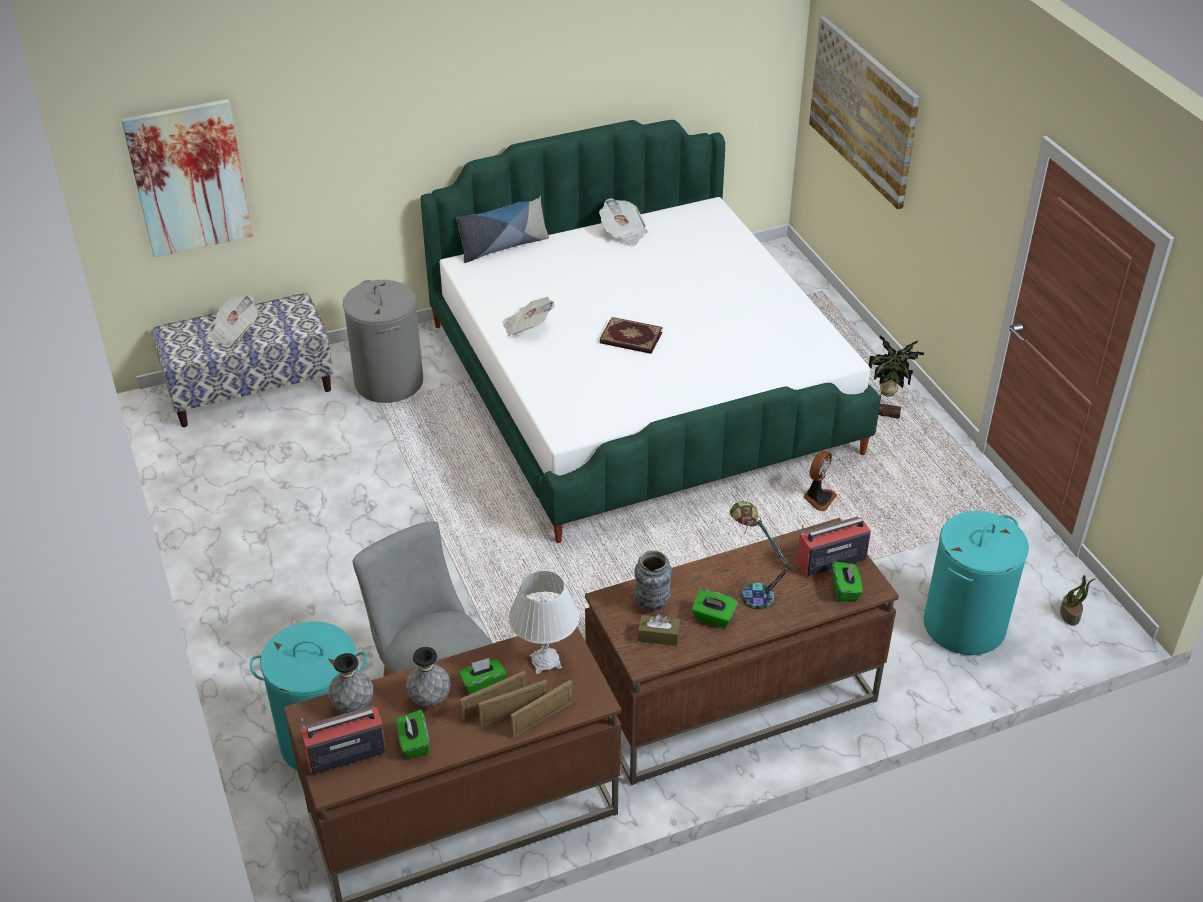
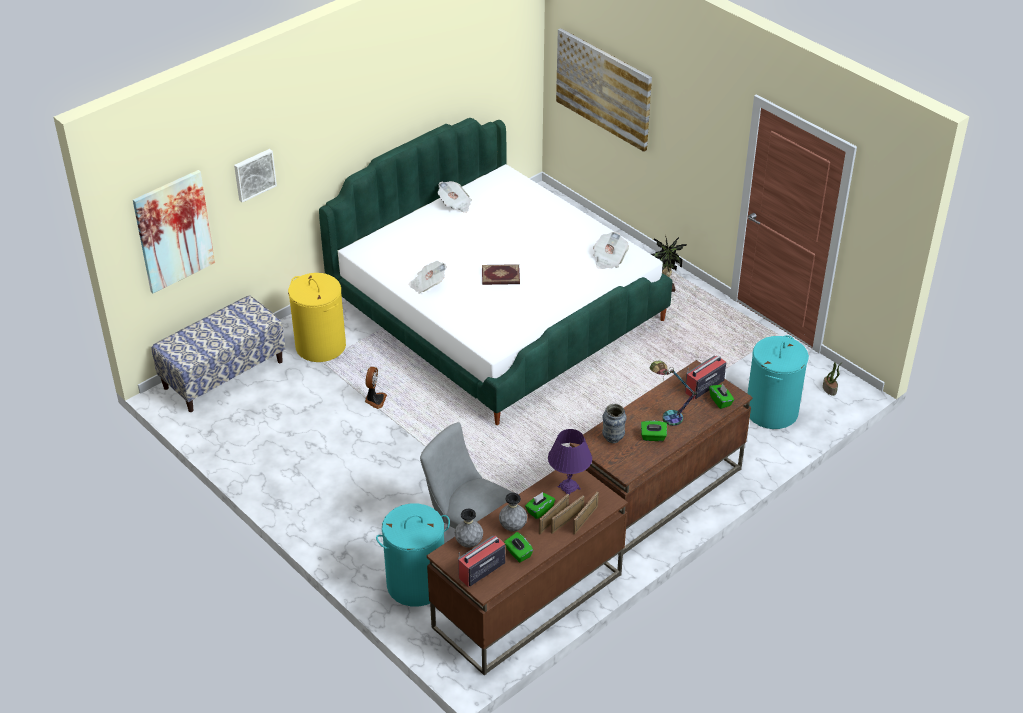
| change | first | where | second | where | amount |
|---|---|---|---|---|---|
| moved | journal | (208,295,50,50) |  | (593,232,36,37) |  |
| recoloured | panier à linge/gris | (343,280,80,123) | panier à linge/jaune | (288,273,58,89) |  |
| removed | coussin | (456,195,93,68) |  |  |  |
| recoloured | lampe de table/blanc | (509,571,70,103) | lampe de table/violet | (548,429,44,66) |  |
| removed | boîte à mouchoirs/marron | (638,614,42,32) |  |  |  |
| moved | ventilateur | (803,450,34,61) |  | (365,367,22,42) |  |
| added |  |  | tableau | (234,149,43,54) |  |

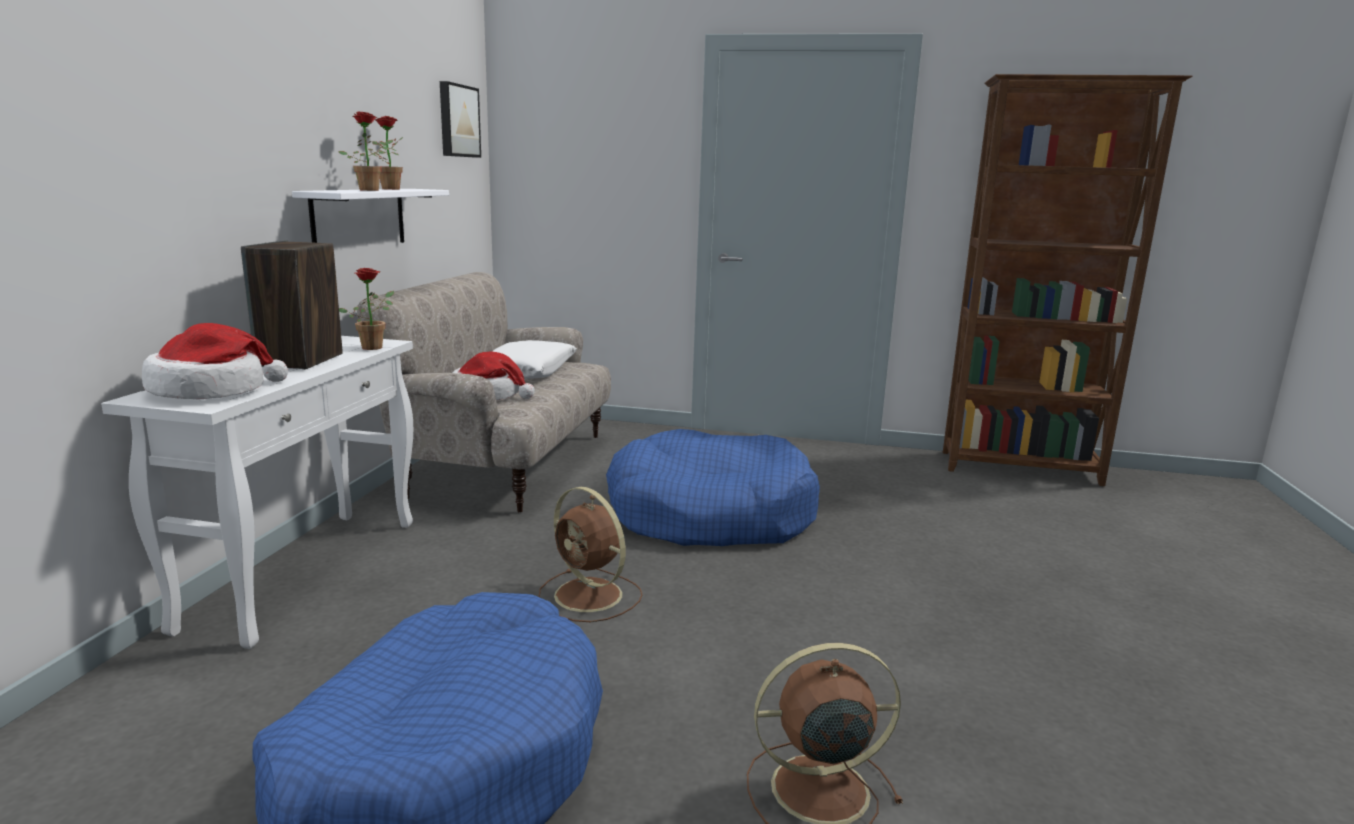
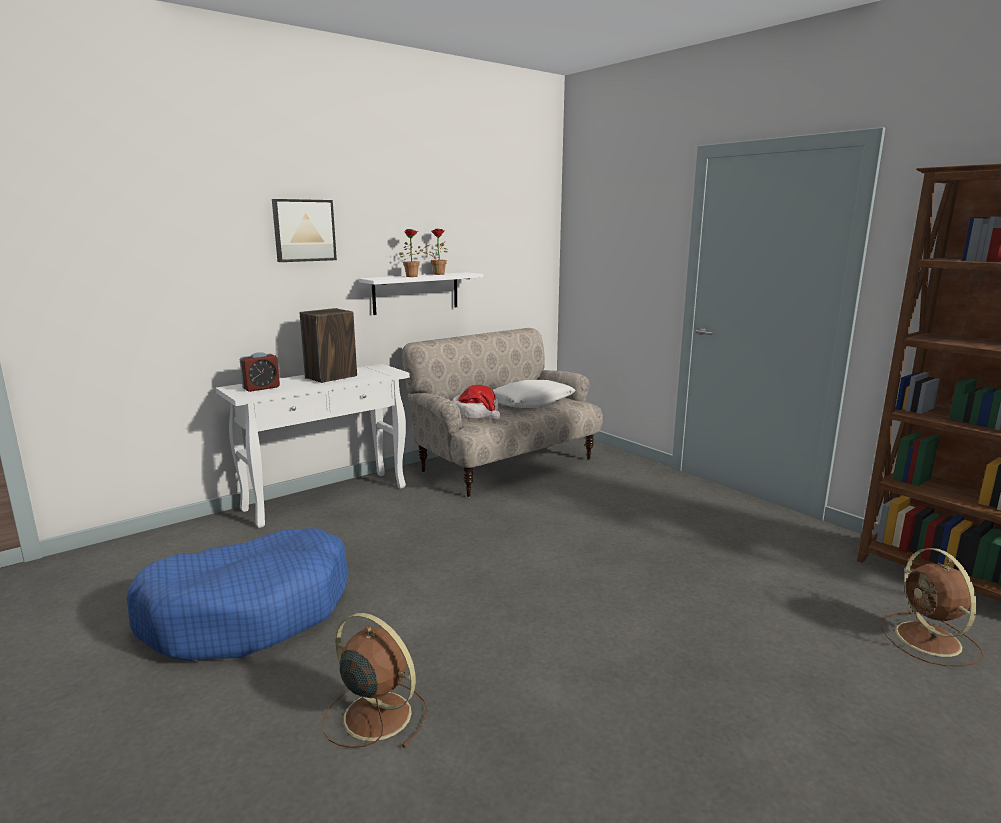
| change | first | where | second | where | amount |
|---|---|---|---|---|---|
| replaced | chapeau | (142,323,146,76) | réveil | (240,352,40,40) |  |
| removed | plante en pot | (339,268,55,82) |  |  |  |
| moved | tableau | (440,81,41,77) |  | (272,199,65,63) |  |
| moved | ventilateur/marron | (539,487,103,135) |  | (881,548,103,119) |  |
| removed | panier pour chien/bleu | (606,429,214,117) |  |  |  |

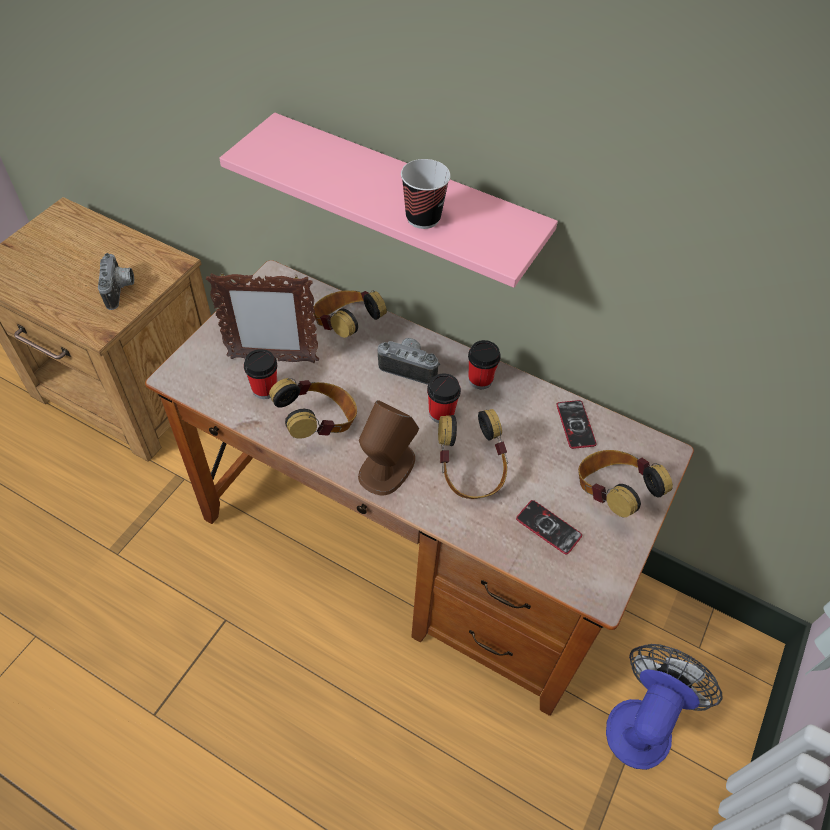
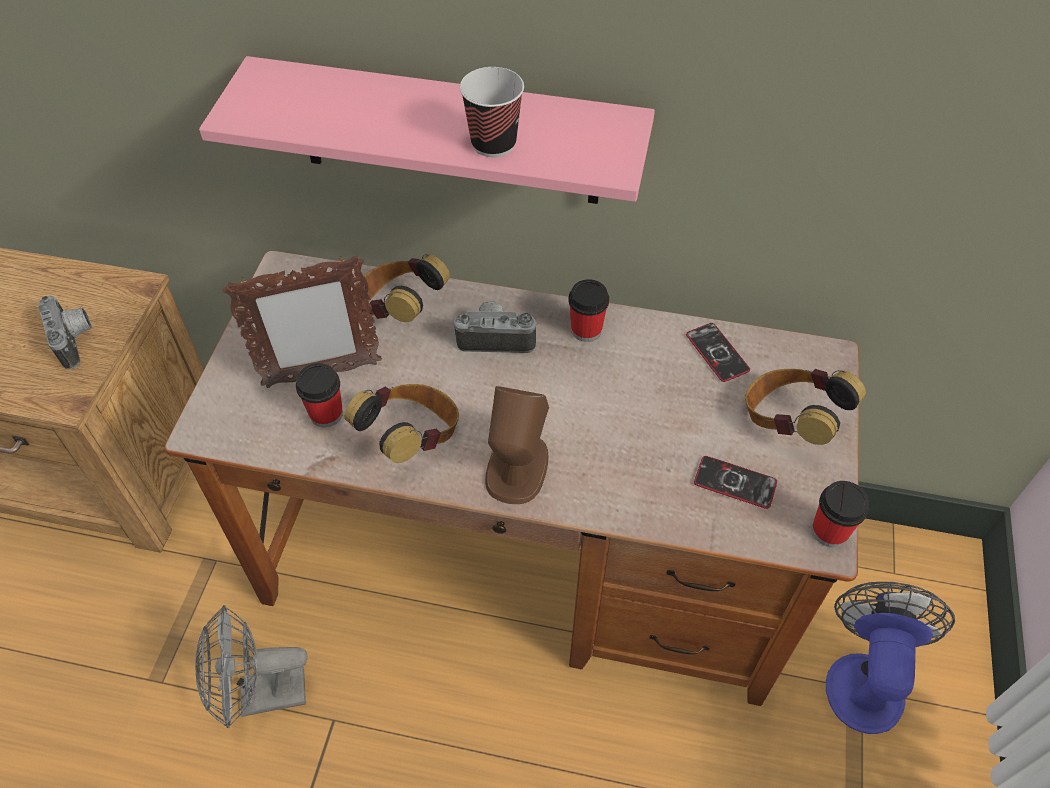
| change | first | where | second | where | amount |
|---|---|---|---|---|---|
| moved | tasse | (427,374,34,49) |  | (812,481,57,66) |  |
| removed | casque audio | (438,409,70,90) |  |  |  |
| added |  |  | ventilateur/gris | (195,605,113,123) |  |

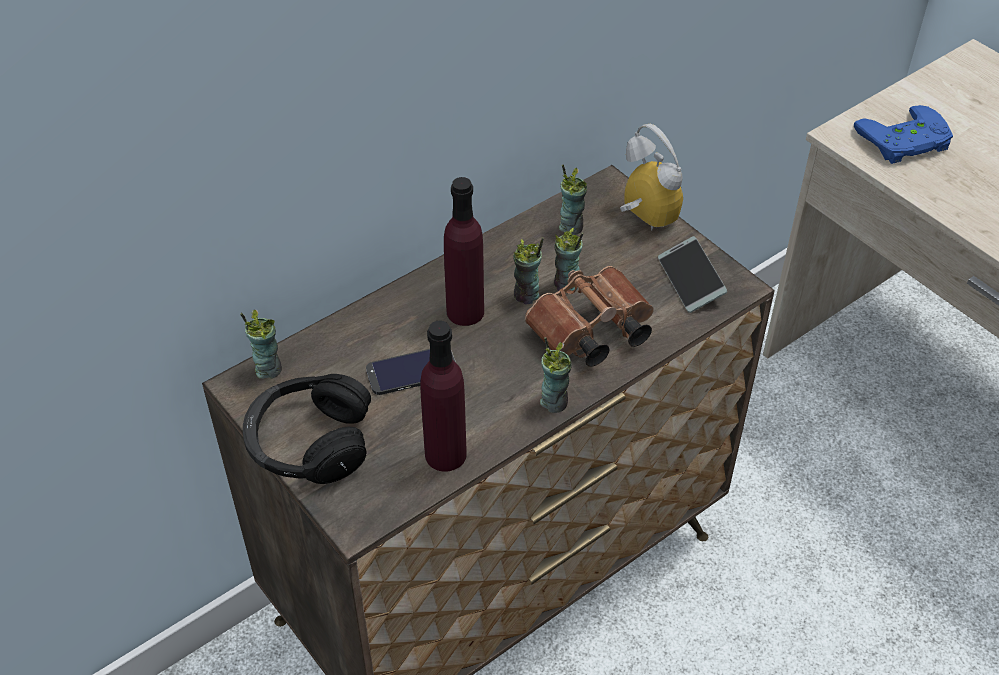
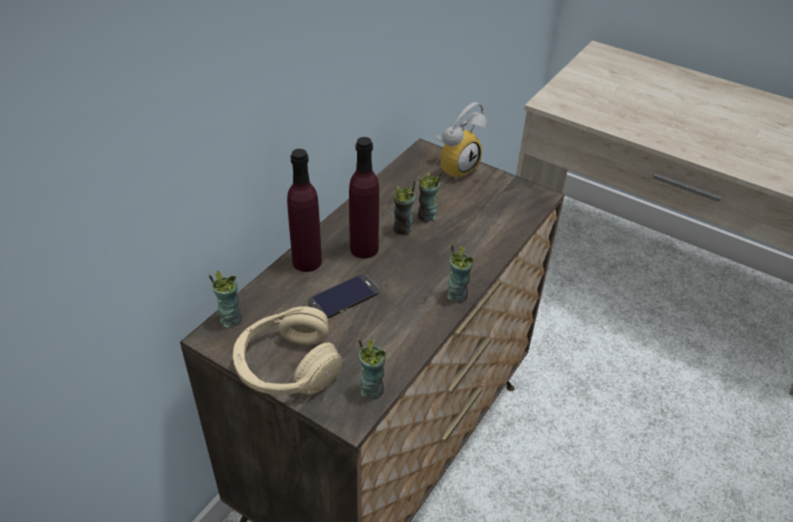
| change | first | where | second | where | amount |
|---|---|---|---|---|---|
| recoloured | casque audio/noir | (243,374,128,110) | casque audio/beige | (233,306,110,89) |  |
| moved | bouteille/violet | (420,320,47,152) |  | (287,149,35,123) |  |
| removed | jumelles/marron | (525,266,129,101) |  |  |  |
| moved | tasse | (559,164,28,71) |  | (358,339,28,61) |  |
| turned | réveil | (620,124,63,107) |  | (436,102,51,79) | 105 degrees clockwise |
| removed | téléphone | (658,236,69,77) |  |  |  |
| removed | manette/bleu | (854,105,99,59) |  |  |  |

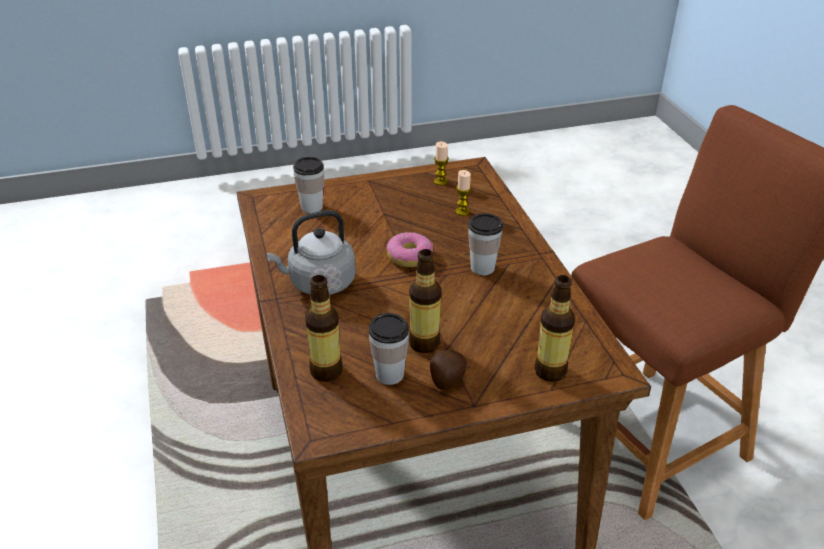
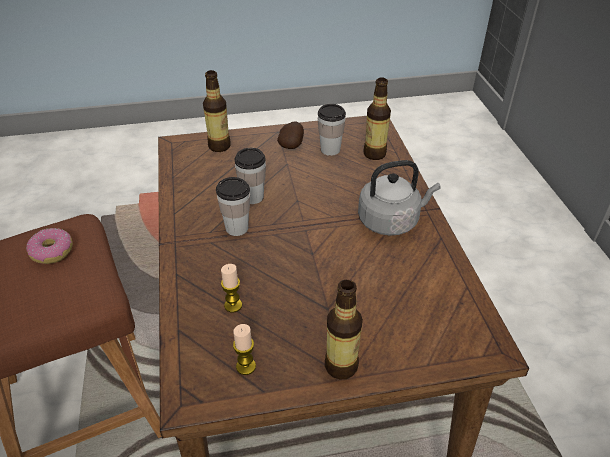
| change | first | where | second | where | amount |
|---|---|---|---|---|---|
| moved | tasse | (293,156,31,57) |  | (235,148,31,56) |  |
| moved | beignet | (387,232,46,35) |  | (26,228,47,36) |  |
| moved | bouteille | (409,249,32,104) |  | (325,280,38,99) |  |

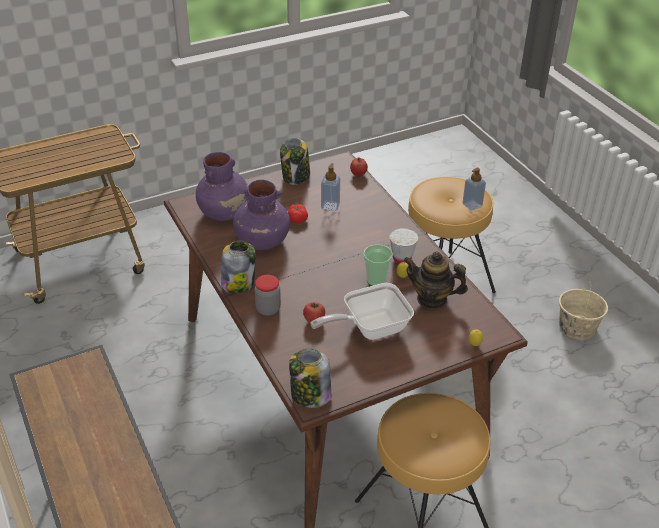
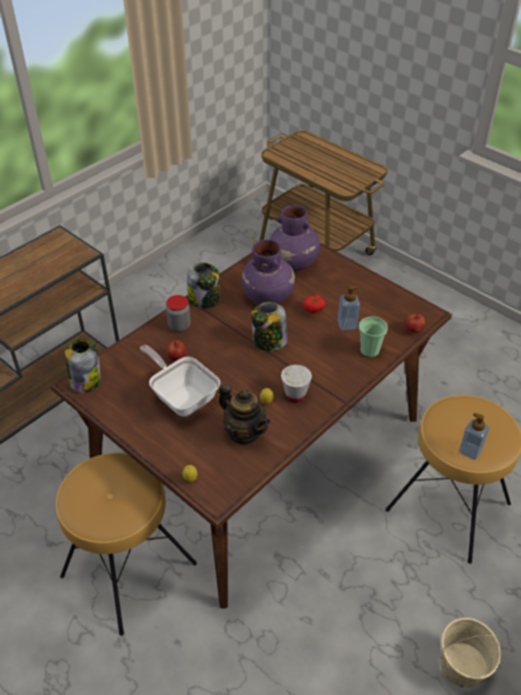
| change | first | where | second | where | amount |
|---|---|---|---|---|---|
| moved | bocal | (280,138,30,47) |  | (251,302,36,49) |  |
| moved | tasse | (363,244,30,42) |  | (359,316,29,41) |  |
| turned | théière | (404,251,64,58) |  | (219,383,52,61) | 135 degrees clockwise |

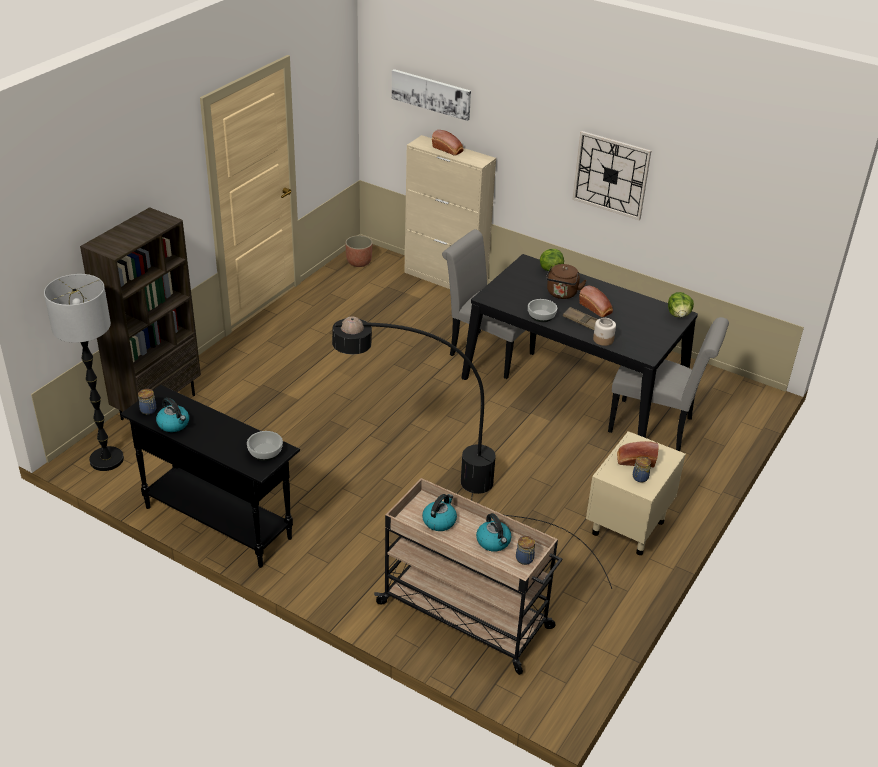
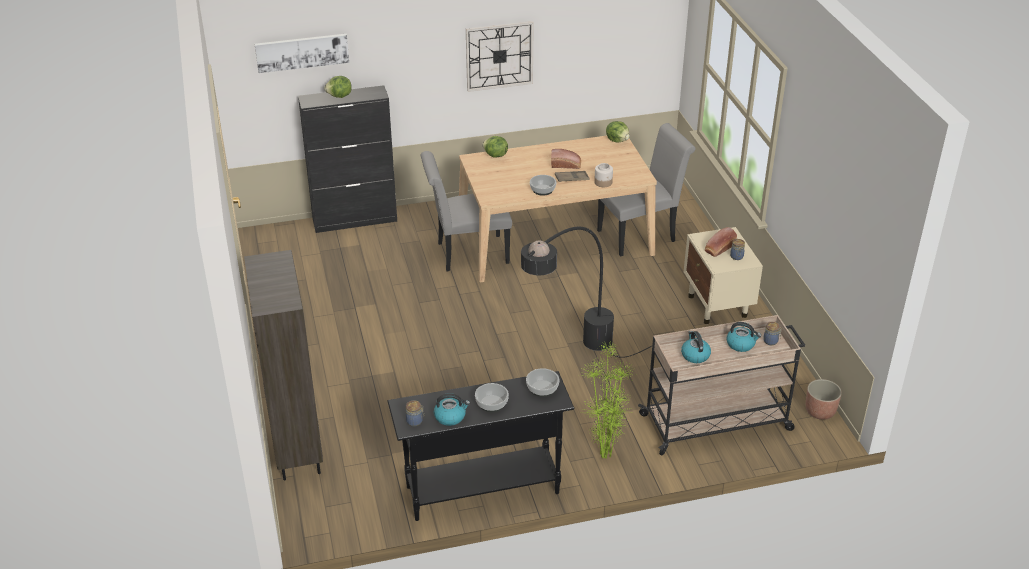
| change | first | where | second | where | amount |
|---|---|---|---|---|---|
| removed | lampadaire | (44,274,80,197) |  |  |  |
| moved | cache-pot | (345,235,28,32) |  | (806,379,36,41) |  |
| recoloured | meuble de rangement/beige | (404,135,92,154) | meuble de rangement/noir | (298,85,99,148) |  |
| replaced | pain | (432,130,32,26) | laitue | (324,76,28,22) |  |
| recoloured | table à manger/noir | (461,254,237,184) | table à manger/beige | (459,136,198,146) |  |
| removed | bouilloire/marron | (546,264,41,35) |  |  |  |
| added |  |  | bol | (475,383,34,29) |  |
| added |  |  | plante en pot | (579,342,56,117) |  |

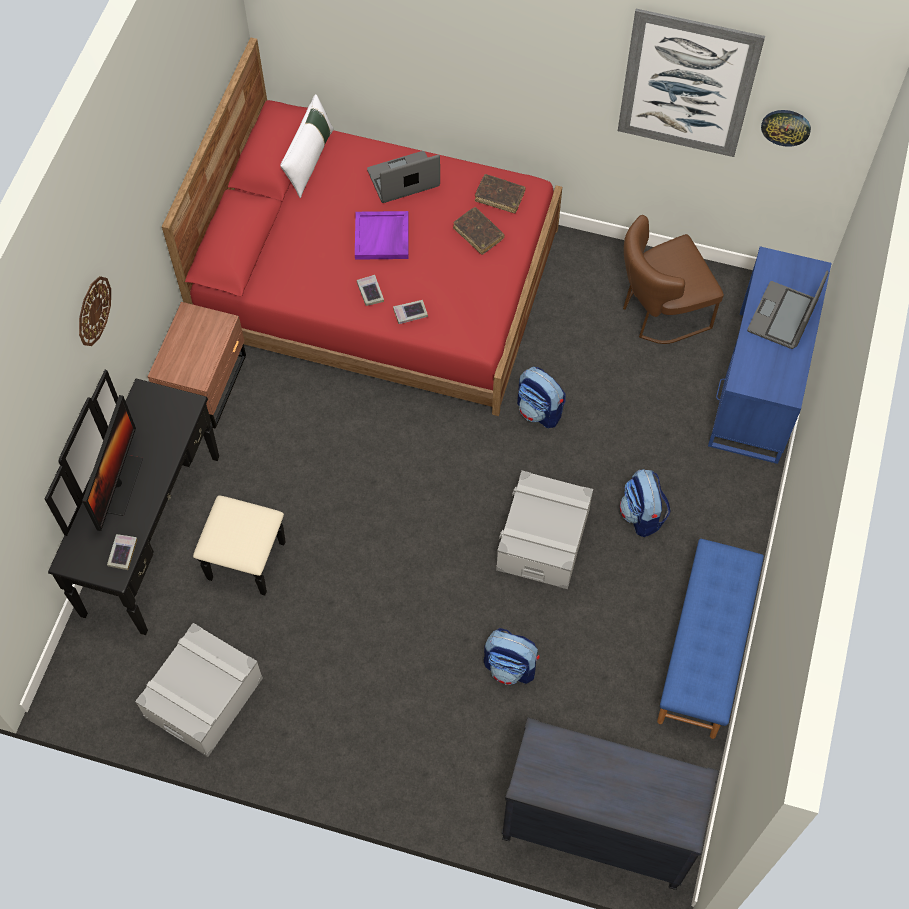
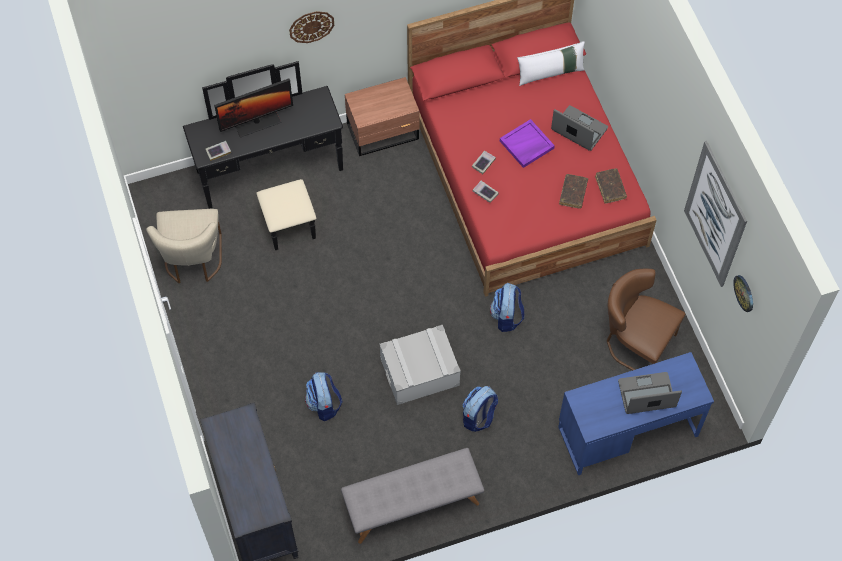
| change | first | where | second | where | amount |
|---|---|---|---|---|---|
| replaced | boîte de rangement/gris | (135,623,128,134) | chaise/beige | (146,209,76,75) |  |
| recoloured | banc/bleu | (657,539,107,200) | banc/gris | (341,448,143,96) |  |

